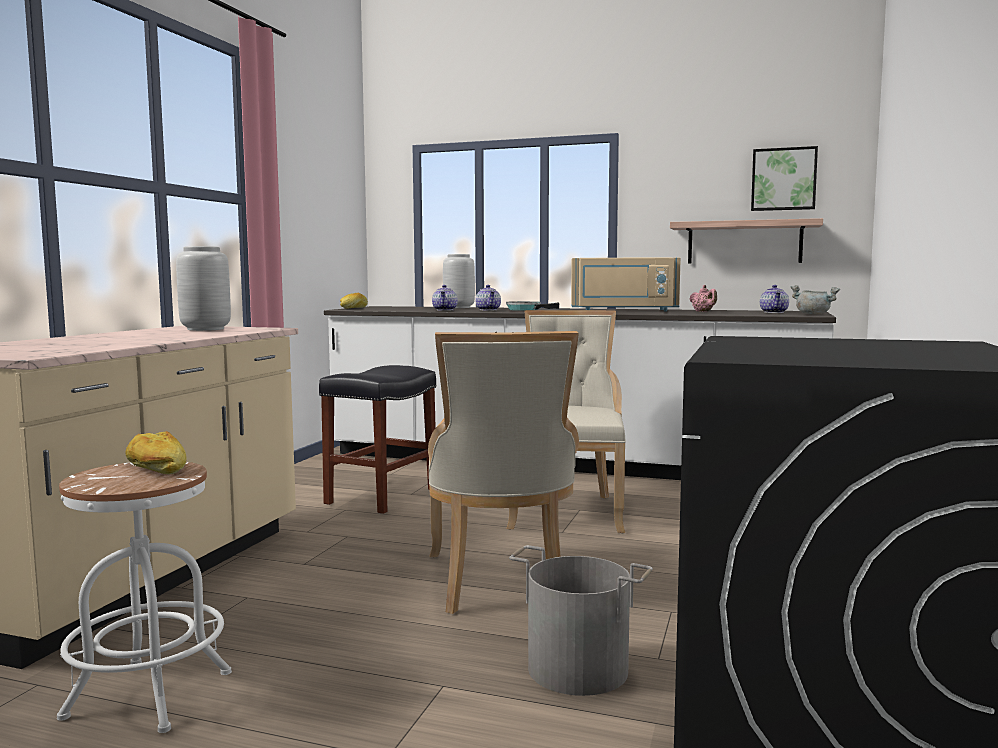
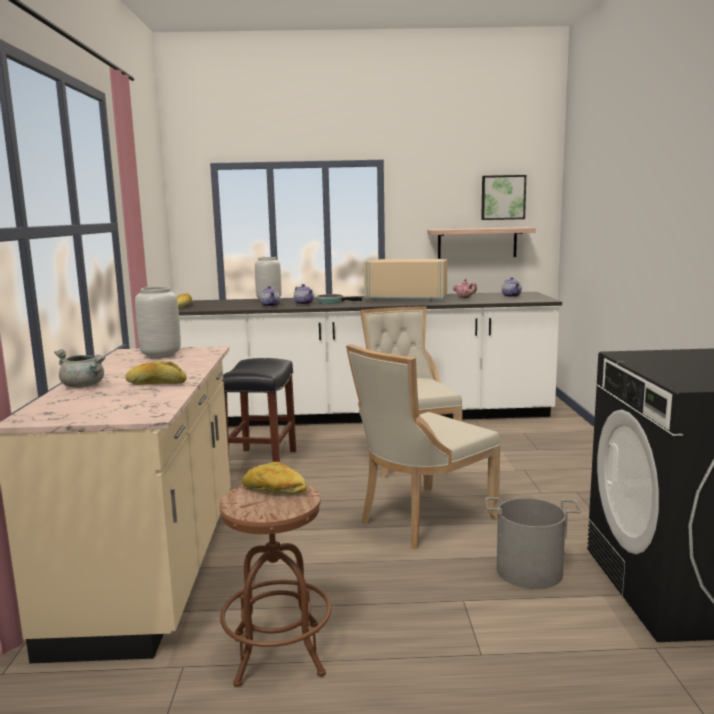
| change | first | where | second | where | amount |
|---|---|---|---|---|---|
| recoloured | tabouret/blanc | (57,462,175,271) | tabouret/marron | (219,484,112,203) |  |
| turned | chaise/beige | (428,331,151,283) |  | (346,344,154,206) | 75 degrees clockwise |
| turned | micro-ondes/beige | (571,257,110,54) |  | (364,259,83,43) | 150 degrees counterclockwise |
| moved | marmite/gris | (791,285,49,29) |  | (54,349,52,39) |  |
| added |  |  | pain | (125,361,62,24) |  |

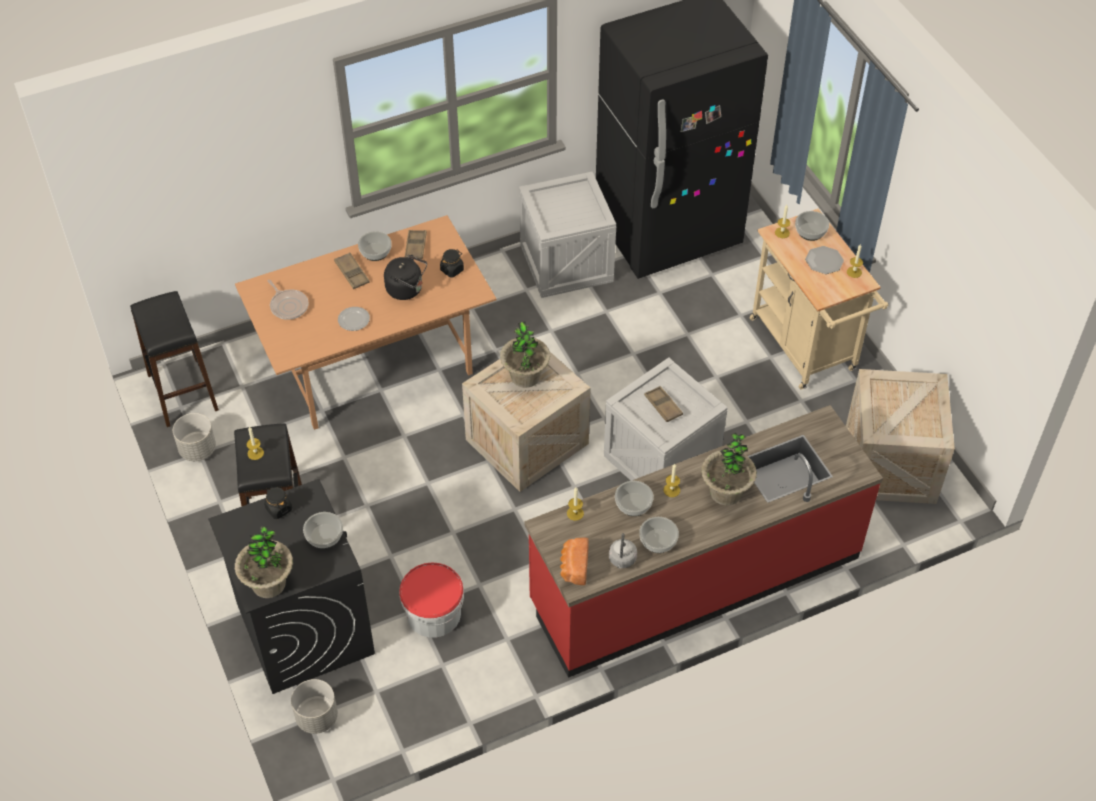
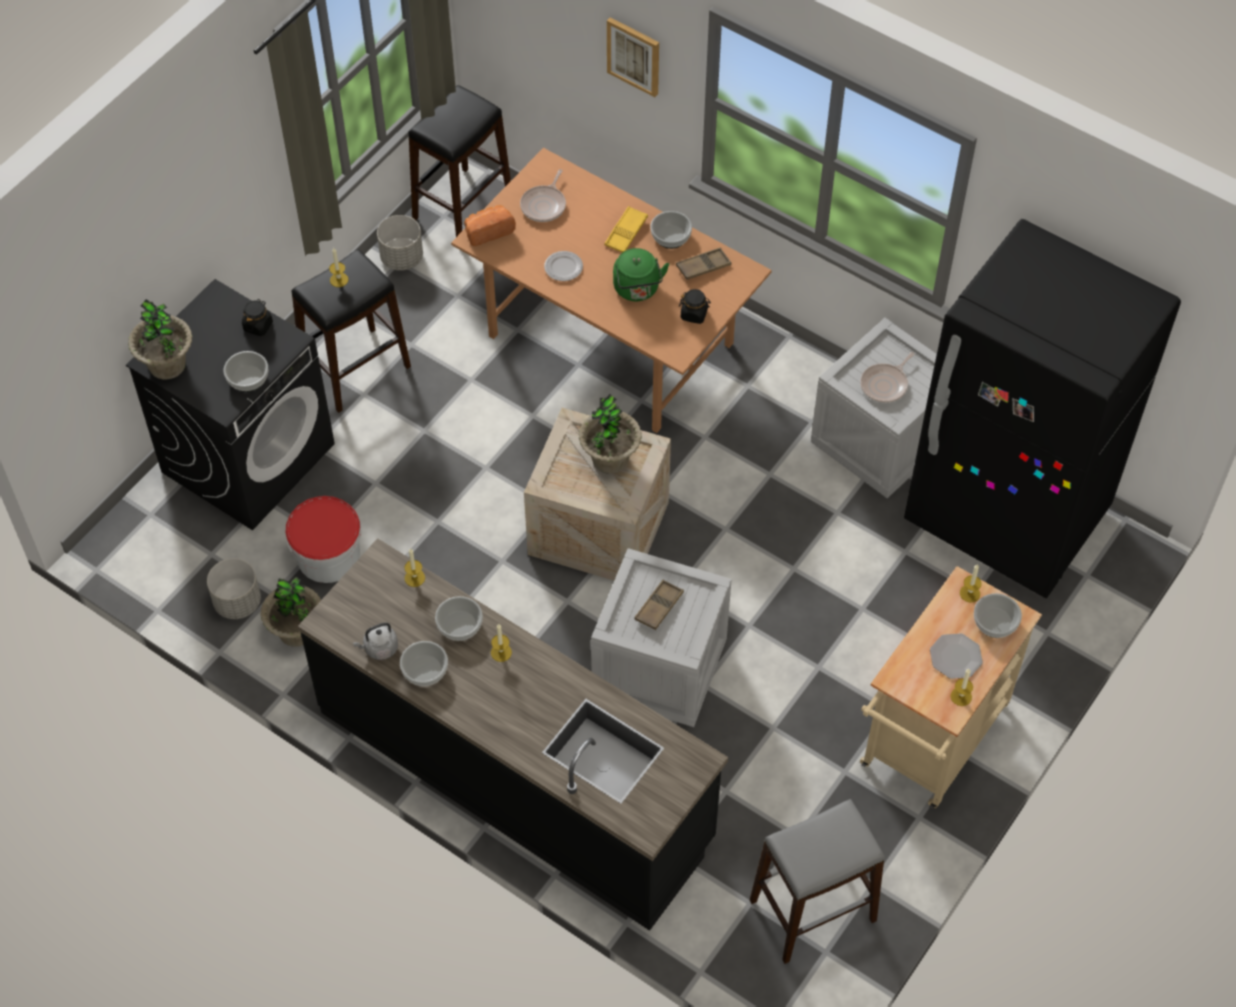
| change | first | where | second | where | amount |
|---|---|---|---|---|---|
| moved | cache-pot/gris | (291,679,47,55) |  | (207,558,54,61) |  |
| recoloured | plateau/marron | (334,253,36,36) | plateau/jaune | (605,206,43,47) |  |
| recoloured | bouilloire/noir | (384,255,43,45) | bouilloire/vert | (613,248,56,53) |  |
| recoloured | comptoir de cuisine/rouge | (525,405,358,273) | comptoir de cuisine/noir | (298,538,430,393) |  |
| moved | pain | (560,538,29,47) |  | (464,205,52,41) |  |
| moved | plante en pot | (701,433,56,72) |  | (261,577,60,70) |  |
| replaced | caisse | (846,369,109,135) | tabouret/gris | (750,799,135,165) |  |
| added |  |  | tableau | (607,18,52,79) |  |
| added |  |  | poêle | (860,352,55,51) |  |

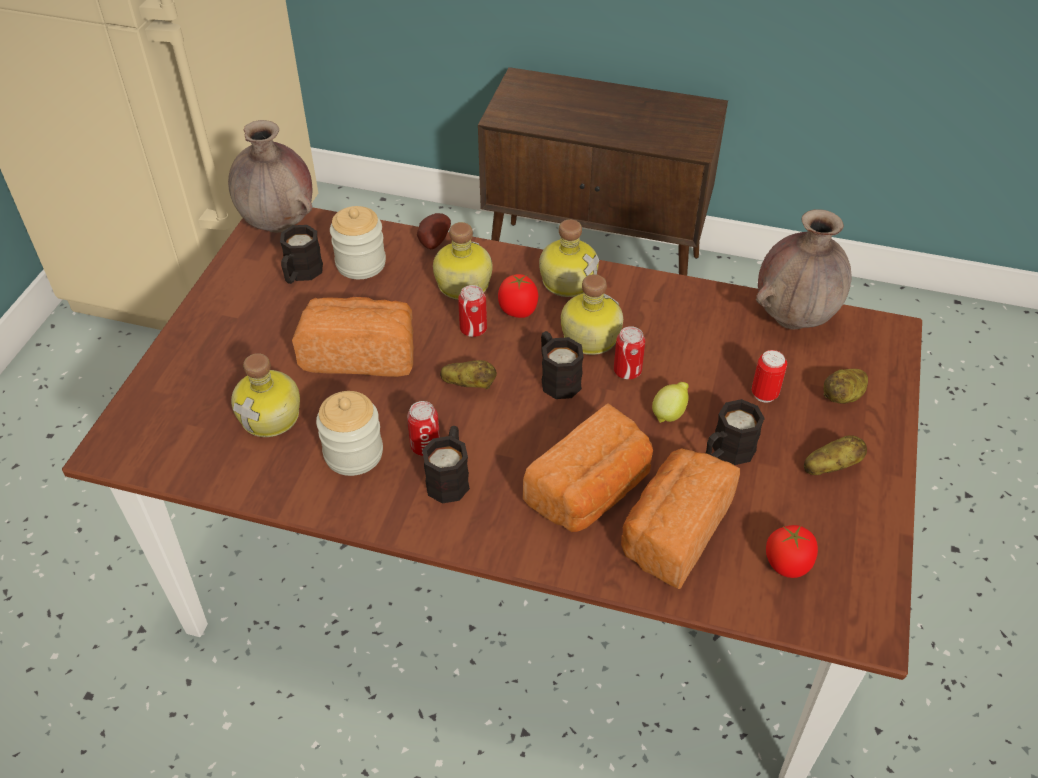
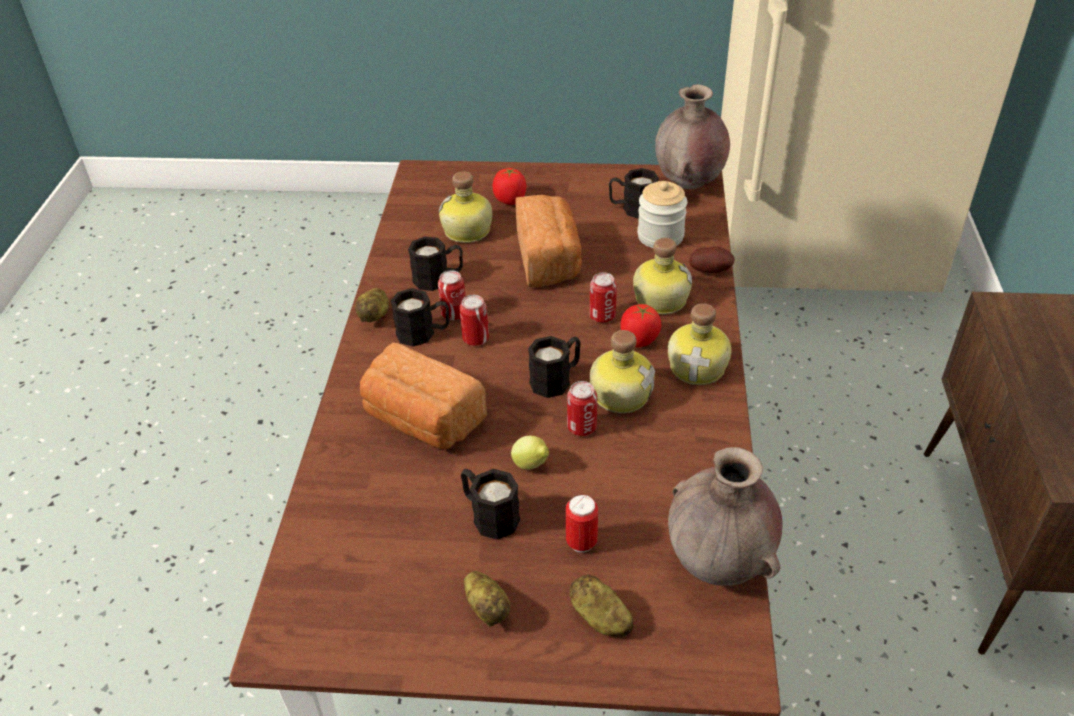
| change | first | where | second | where | amount |
|---|---|---|---|---|---|
| replaced | bocal | (316,391,67,85) | mug/noir | (408,237,55,54) |  |
| moved | pomme de terre | (440,360,57,29) |  | (355,288,34,34) |  |
| removed | pain | (621,448,119,141) |  |  |  |
| moved | tomate | (766,525,52,53) |  | (493,168,33,37) |  |
| added |  |  | boîte métallique | (460,295,29,51) |  |

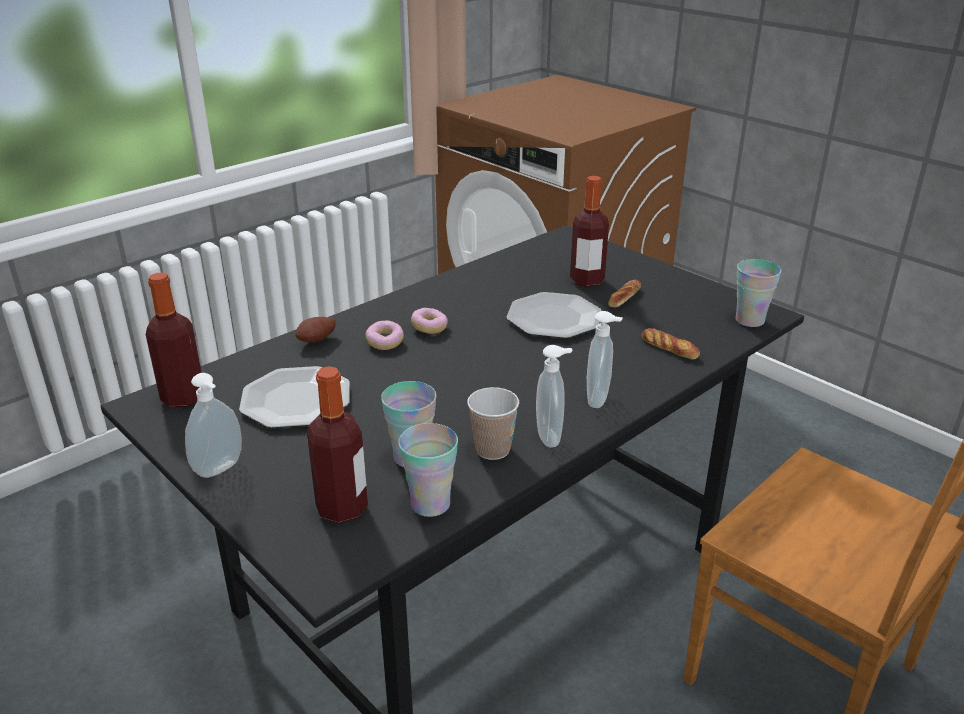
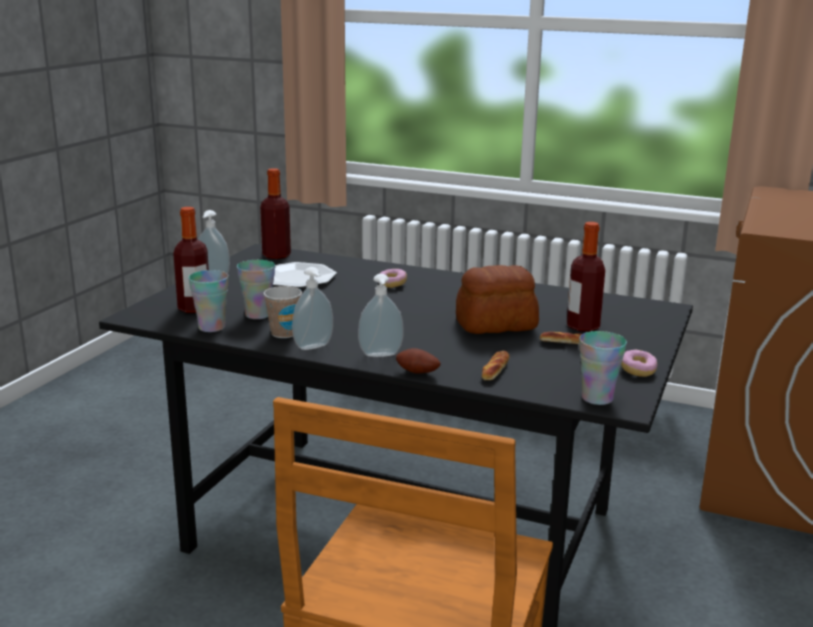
| change | first | where | second | where | amount |
|---|---|---|---|---|---|
| moved | pomme de terre | (295,317,41,25) |  | (396,348,44,26) |  |
| moved | beignet | (411,308,37,26) |  | (621,350,36,27) |  |
| replaced | assiette | (506,292,96,47) | pain | (456,265,83,69) |  |

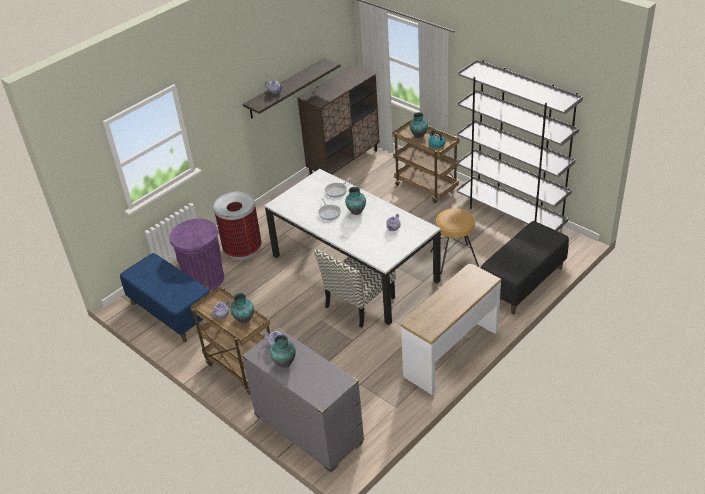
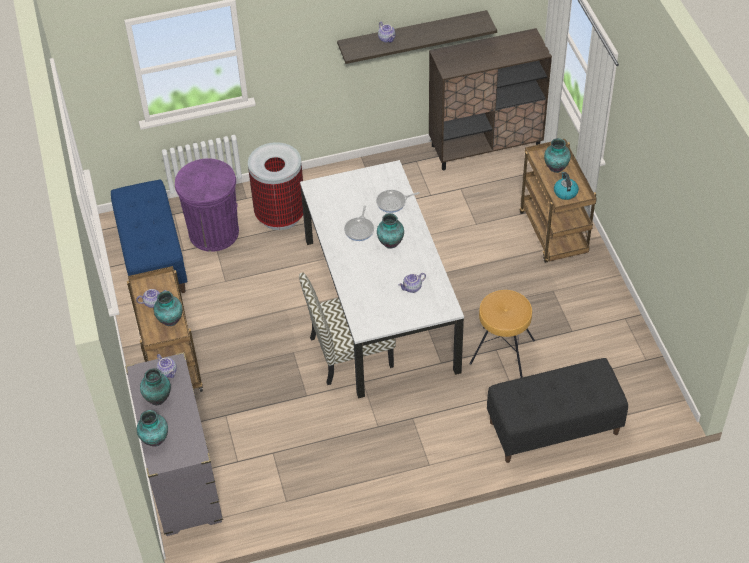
| change | first | where | second | where | amount |
|---|---|---|---|---|---|
| removed | table console | (401,264,100,131) |  |  |  |
| removed | bibliothèque/gris | (457,60,126,171) |  |  |  |
| added |  |  | vase | (137,410,31,37) |  |

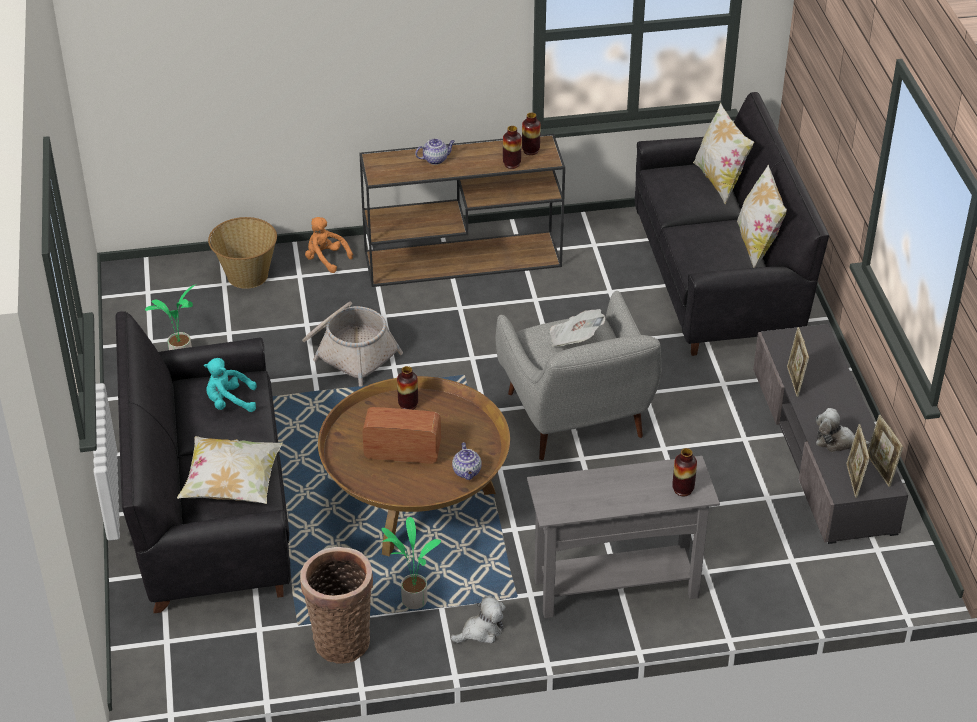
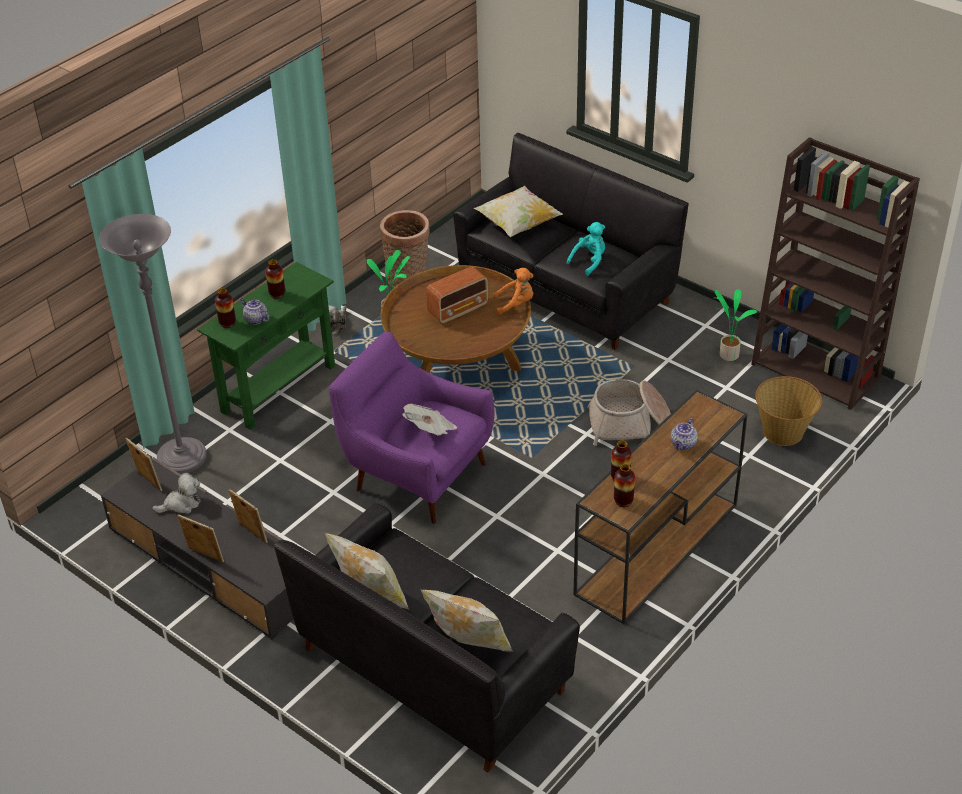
| change | first | where | second | where | amount |
|---|---|---|---|---|---|
| moved | peluche/orange | (305,217,48,56) |  | (493,268,40,47) |  |
| moved | vase | (397,366,21,44) |  | (265,259,20,40) |  |
| moved | théière | (452,442,30,38) |  | (240,298,29,27) |  |
| recoloured | fauteuil/gris | (496,291,165,169) | fauteuil/violet | (328,332,166,192) |  |
| recoloured | table console/gris | (527,456,193,162) | table console/vert | (197,262,138,168) |  |
| moved | cadre photo | (868,415,35,72) |  | (177,515,47,47) |  |
| added |  |  | lampadaire/gris | (99,214,108,260) |  |
| added |  |  | bibliothèque/marron | (751,137,169,273) |  |

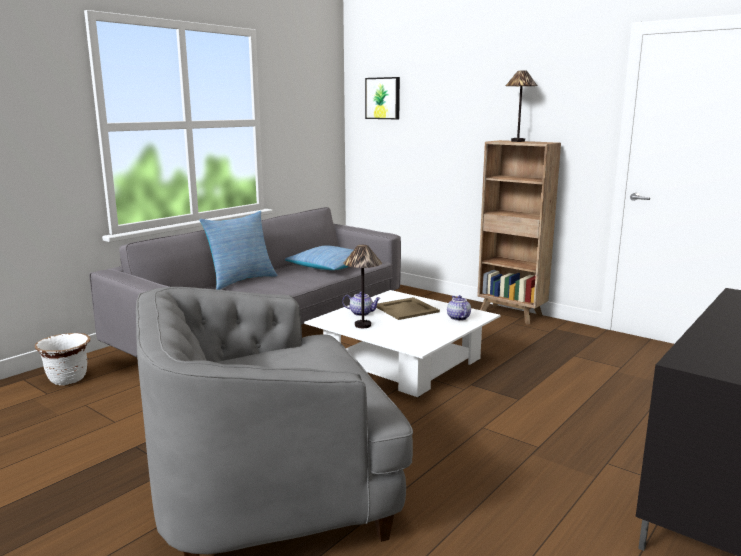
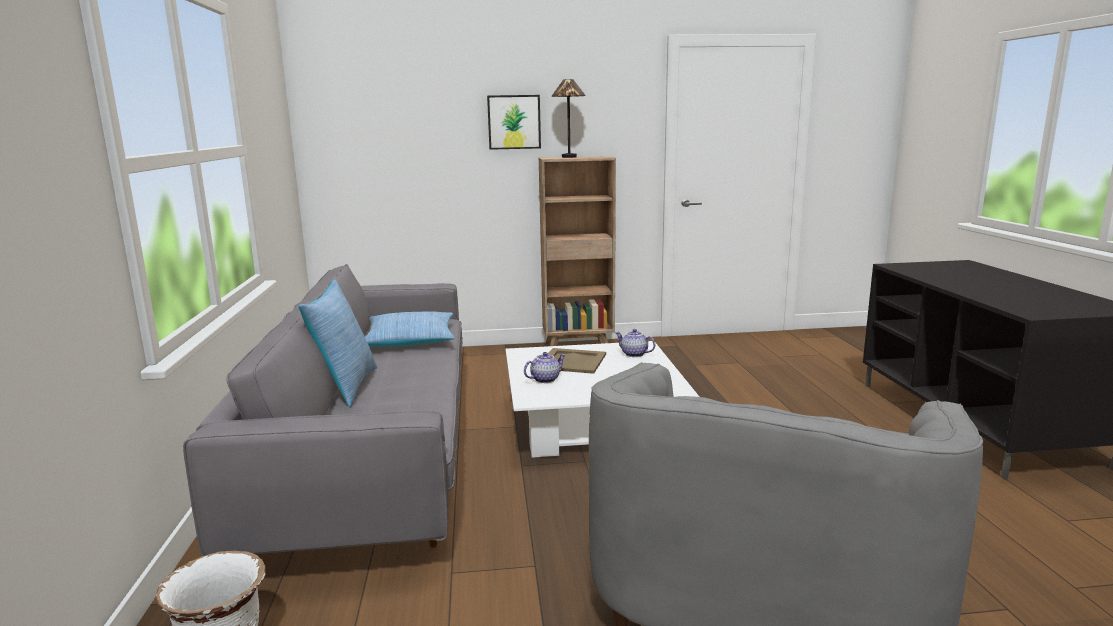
| change | first | where | second | where | amount |
|---|---|---|---|---|---|
| removed | lampe de table | (343,245,39,83) |  |  |  |
| moved | tableau | (365,77,35,42) |  | (487,95,54,55) |  |

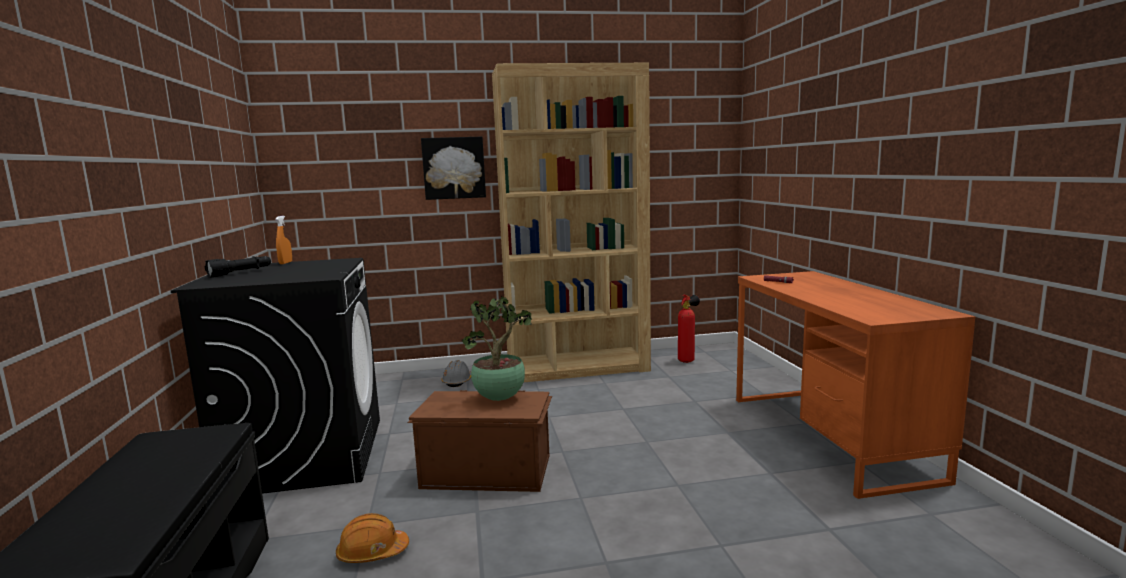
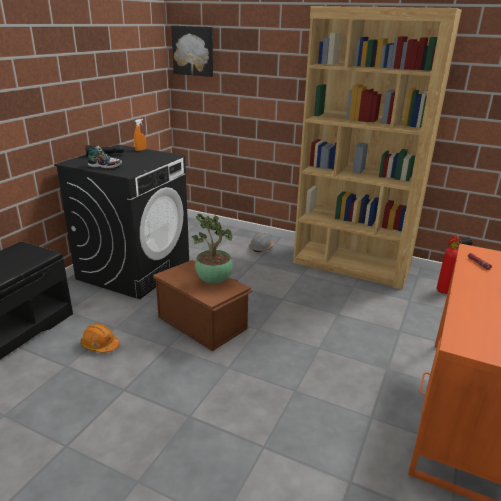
| change | first | where | second | where | amount |
|---|---|---|---|---|---|
| moved | tableau | (421,137,65,63) |  | (171,26,42,51) |  |
| added |  |  | chaussure | (88,145,34,24) |  |

